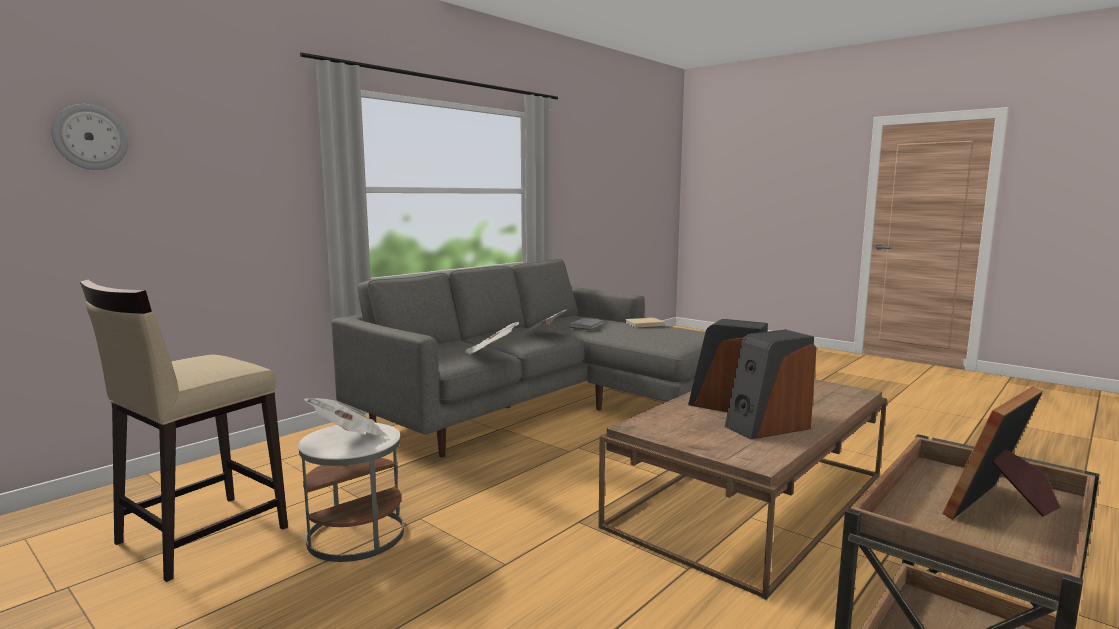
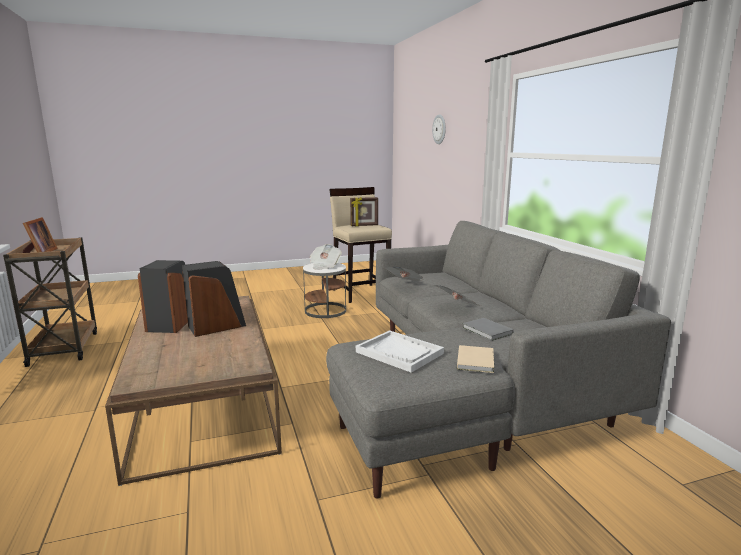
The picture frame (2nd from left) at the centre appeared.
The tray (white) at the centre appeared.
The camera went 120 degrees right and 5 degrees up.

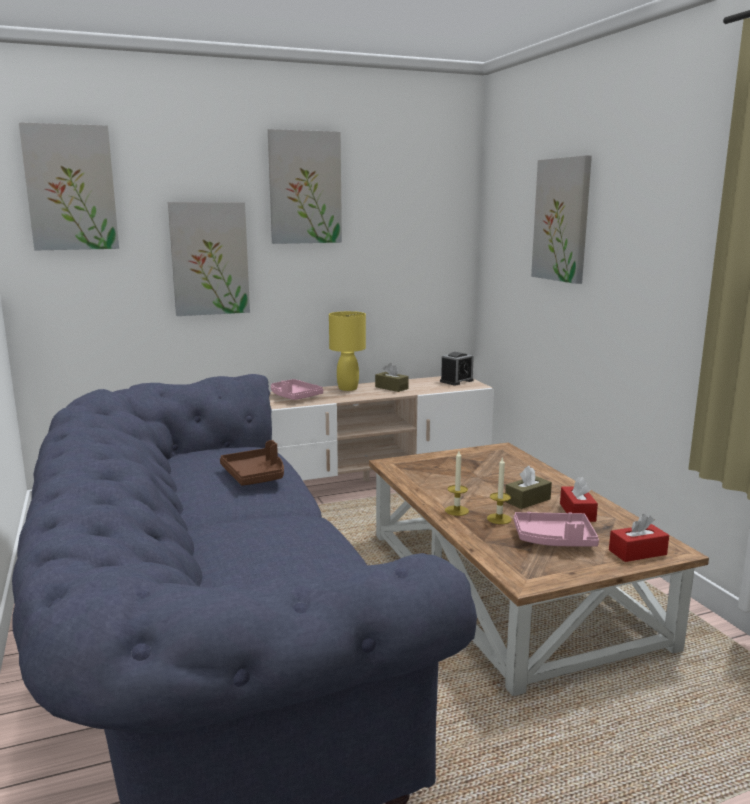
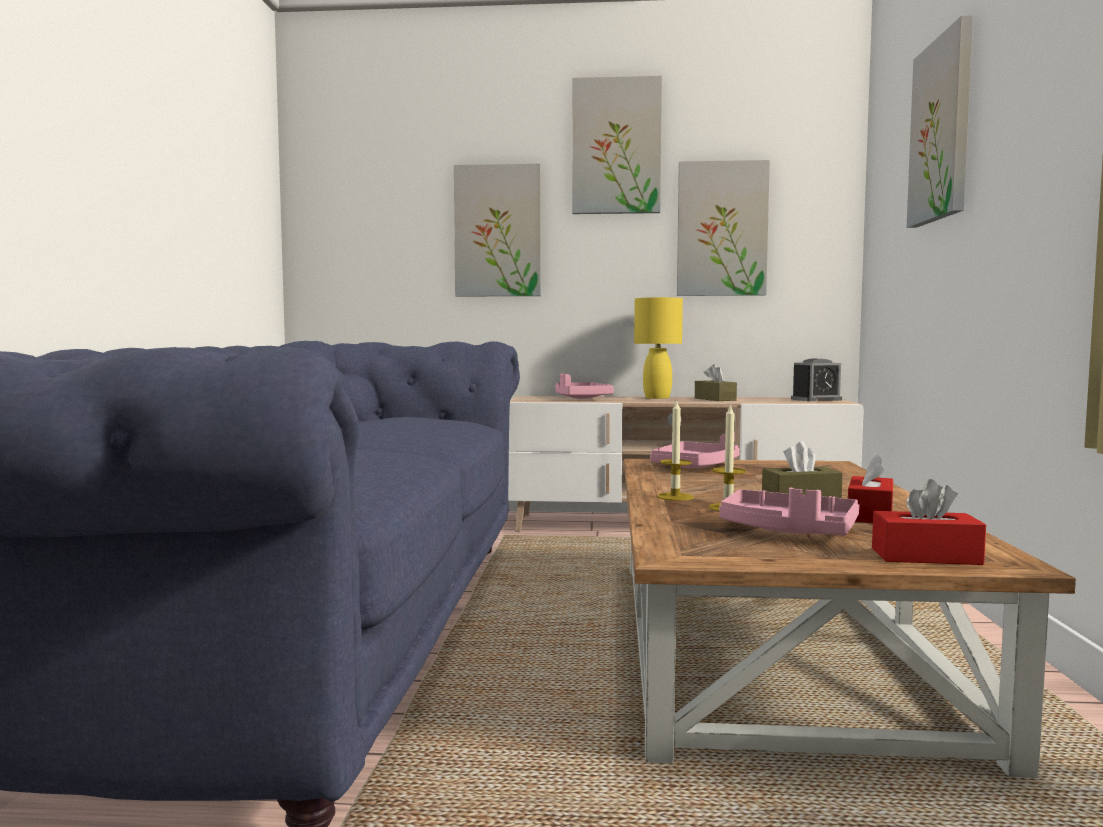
The picture (1st from left in the first image) moved from the top left to the top centre.
The tray (brown) at the centre disappeared.
The tray (pink) (2nd from left) at the centre appeared.
The camera went 25 degrees right and 10 degrees down.

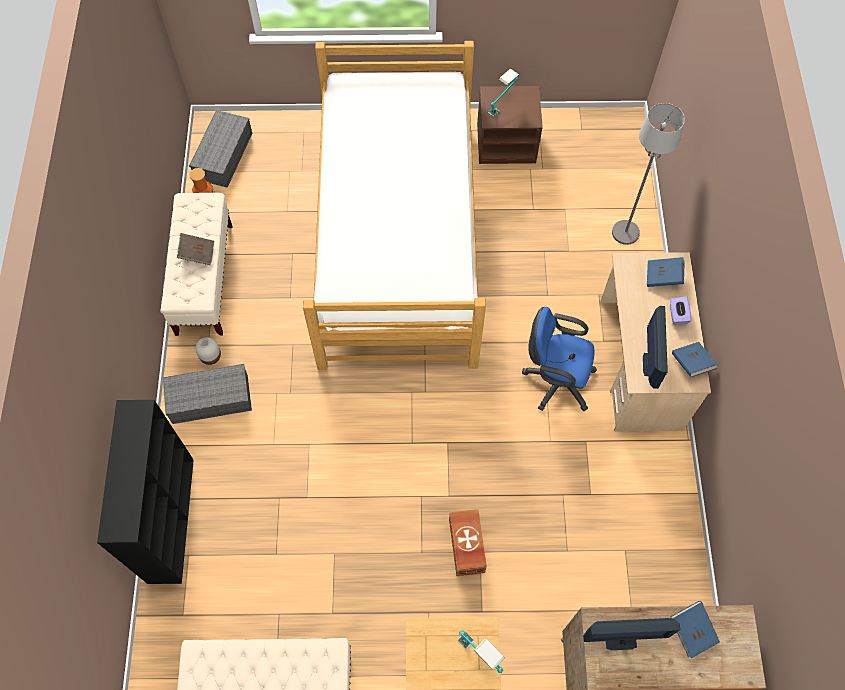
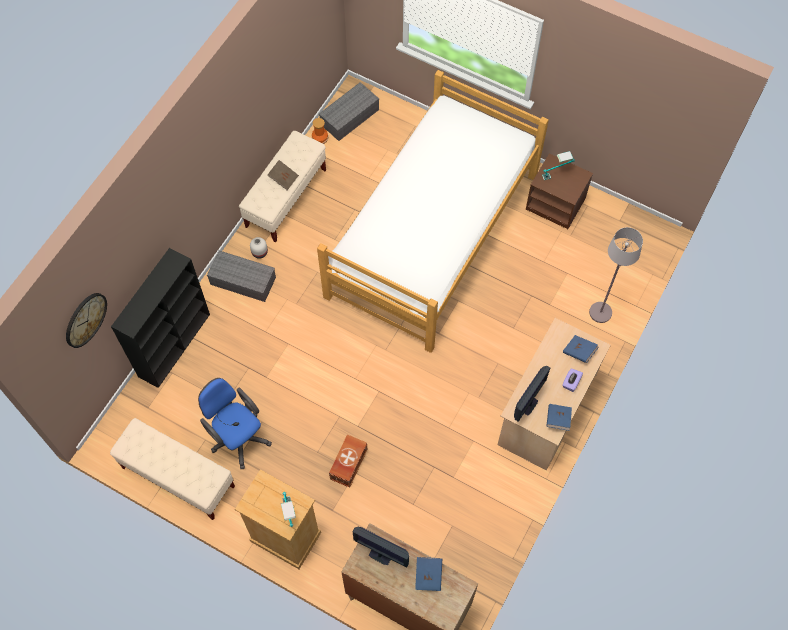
The office chair (blue) moved from the centre to the bottom left.
The wall clock at the middle left appeared.
The camera went 30 degrees right and 0 degrees up.

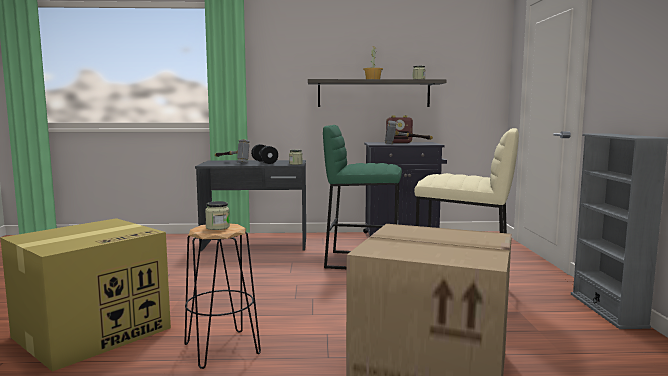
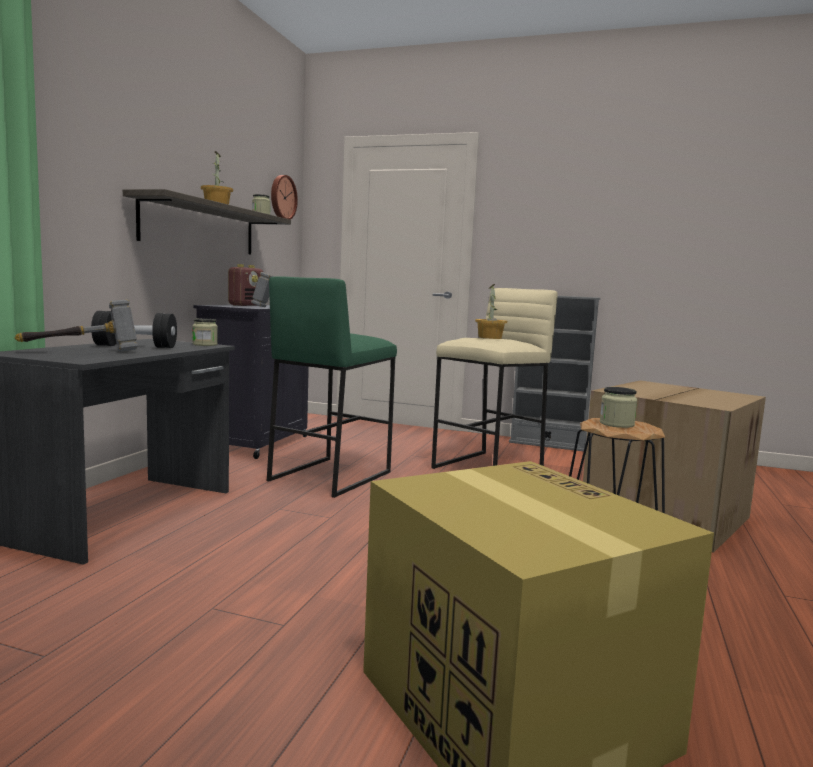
The wall clock at the top centre appeared.
The potted plant (2nd from left) at the centre appeared.
The camera went 70 degrees left and 0 degrees up.

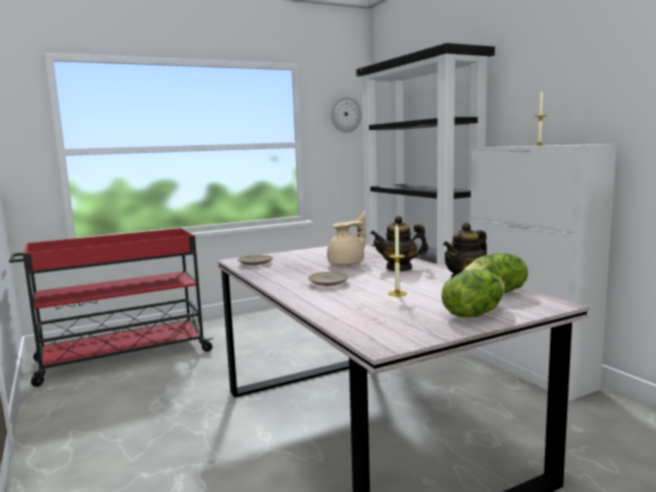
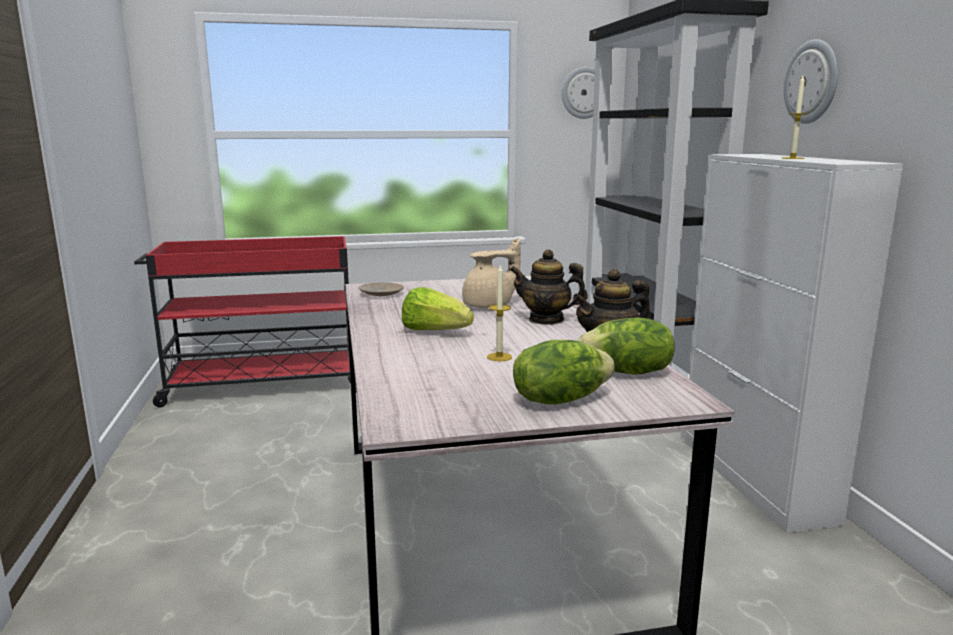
The plate (beige) (2nd from left) at the centre was replaced by the lettuce (1st from left) at the centre.
The wall clock (2nd from left) at the top right appeared.
The camera went 15 degrees right and 5 degrees up.

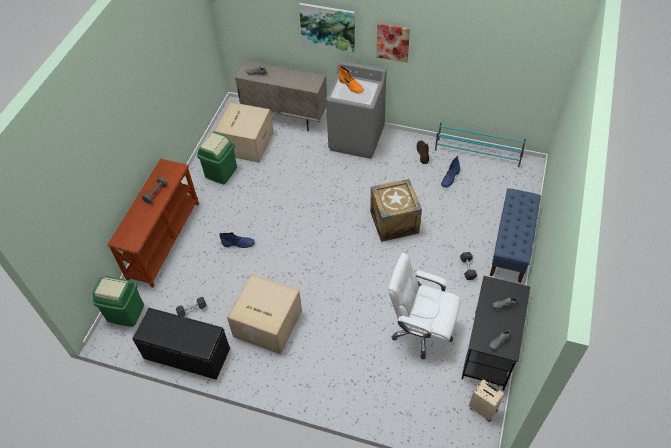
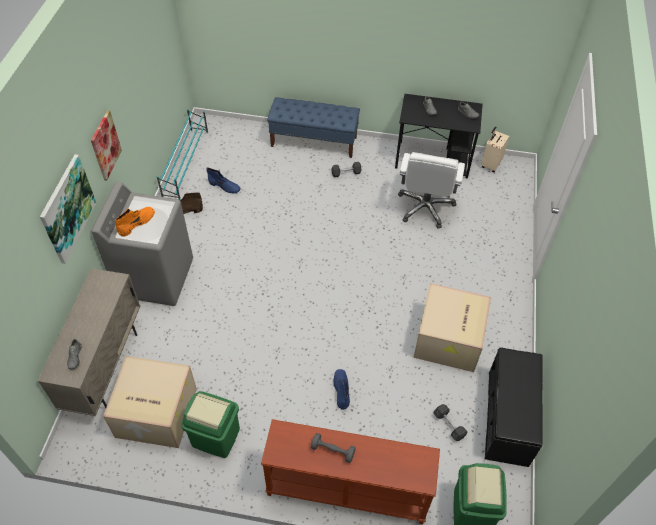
The crate at the centre disappeared.
The camera went 100 degrees left and 0 degrees up.

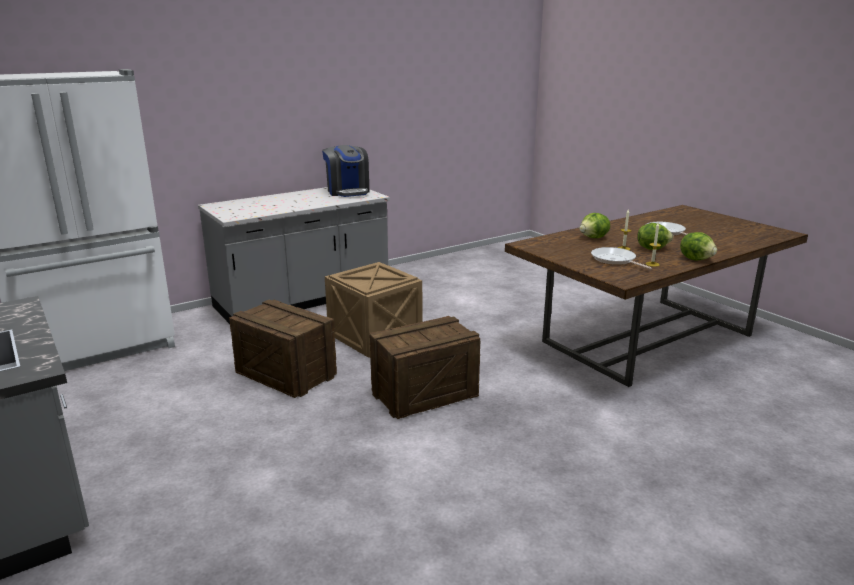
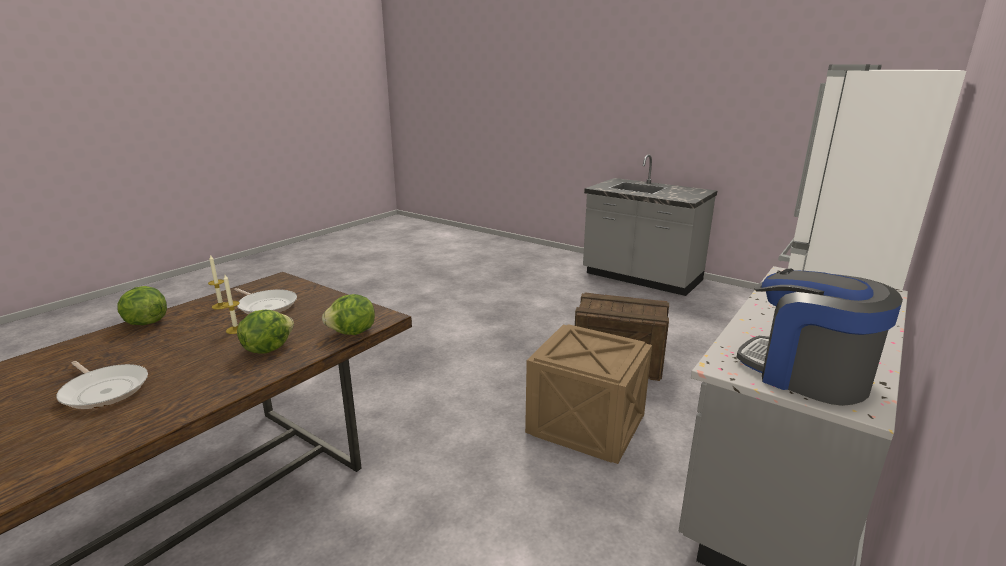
The crate (3rd from left) at the centre disappeared.
The lettuce (2nd from left in the first image) moved from the middle right to the centre.
The camera went 160 degrees right and 0 degrees up.

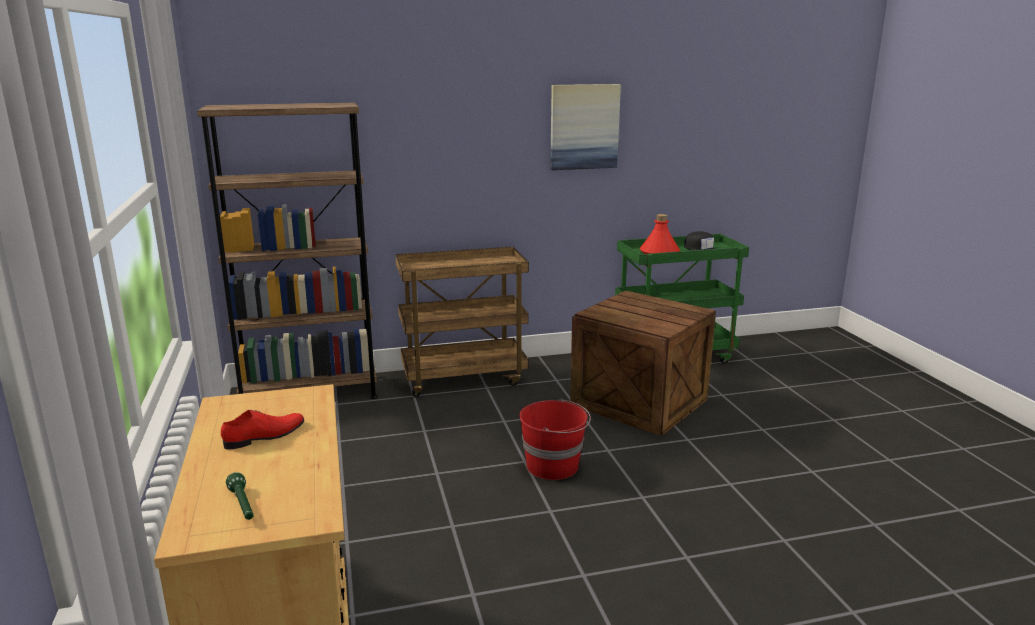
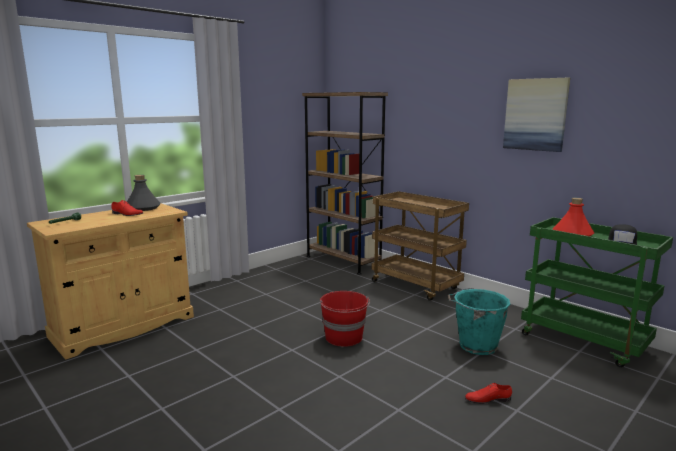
The crate at the centre was replaced by the bucket (turquoise) at the bottom right.
The bottle (grey) at the middle left appeared.
The shoe (red) (2nd from left) at the bottom right appeared.
The camera went 60 degrees right and 5 degrees down.

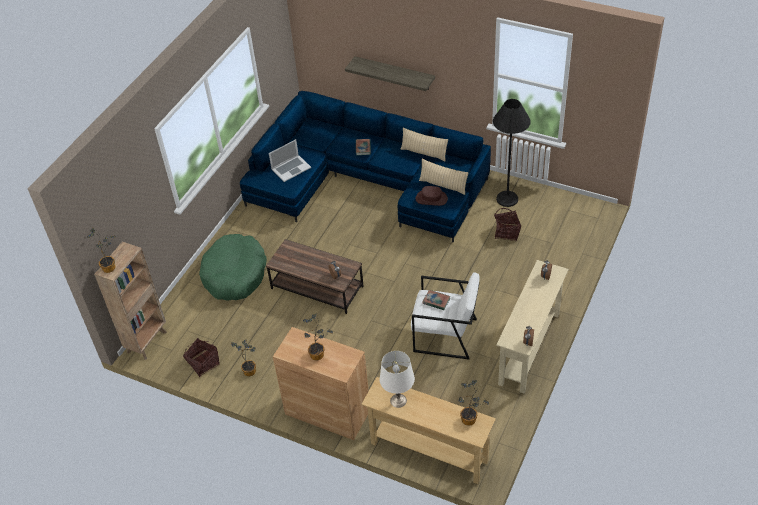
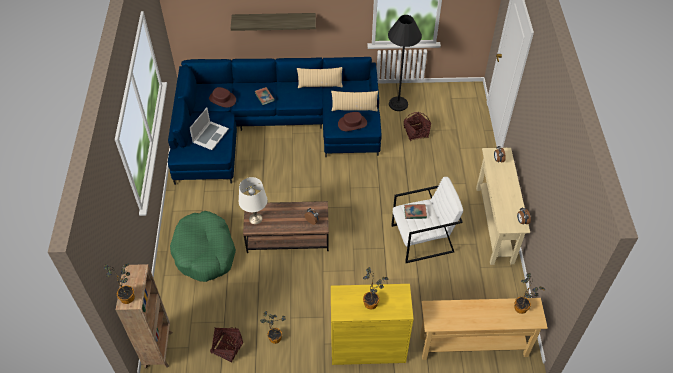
The cabinet (brown) at the bottom centre became the cabinet (yellow) at the bottom centre.
The table lamp (white) moved from the bottom centre to the centre.
The hat (brown) (1st from left) at the top left appeared.
The camera went 30 degrees left and 5 degrees up.

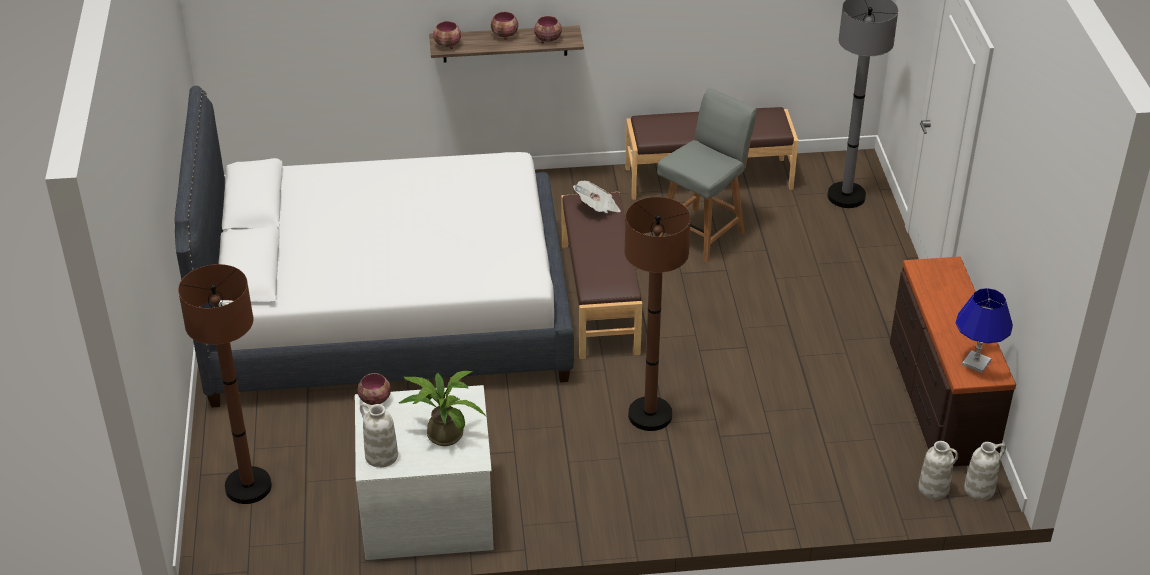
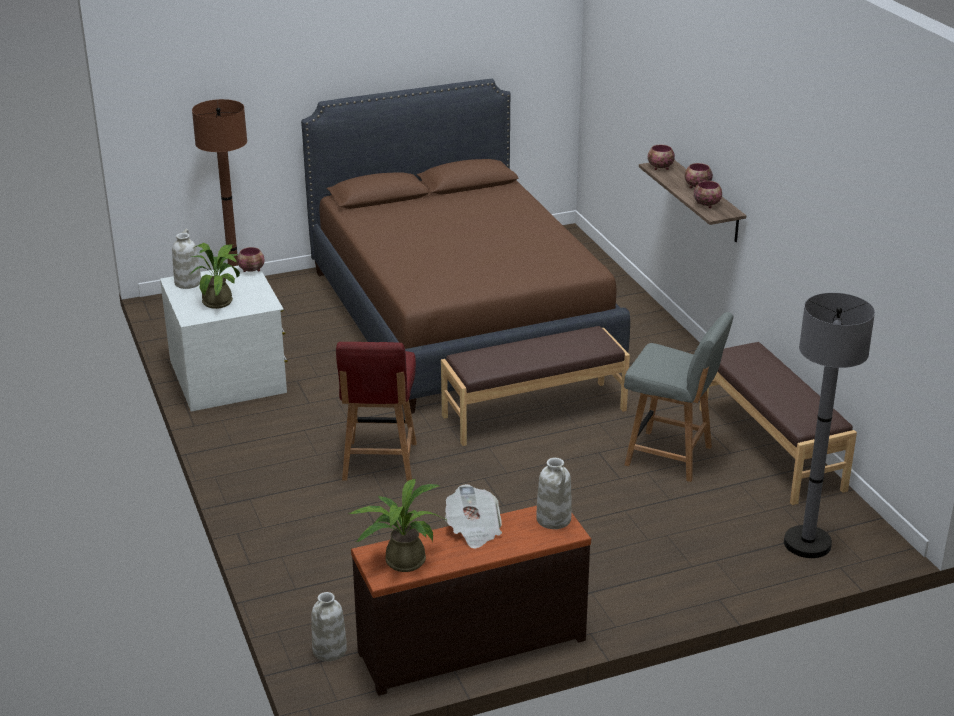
The bed (white) at the middle left became the bed (brown) at the centre.
The newspaper moved from the centre to the bottom centre.
The floor lamp (brown) (2nd from left) at the centre was replaced by the chair (red) at the centre.
The table lamp (blue) at the middle right was replaced by the potted plant (2nd from left) at the bottom centre.
The vase (white) (3rd from left) moved from the bottom right to the bottom centre.
The camera went 75 degrees right and 10 degrees down.

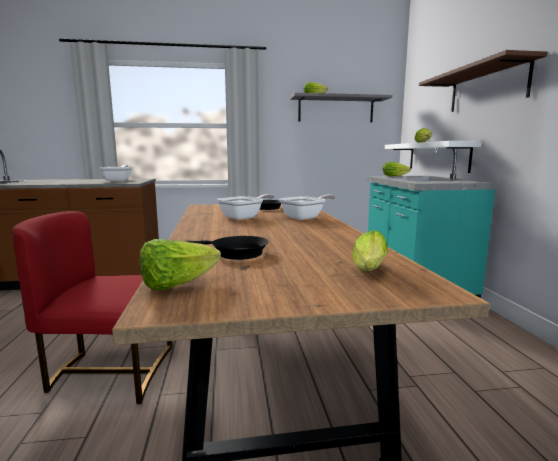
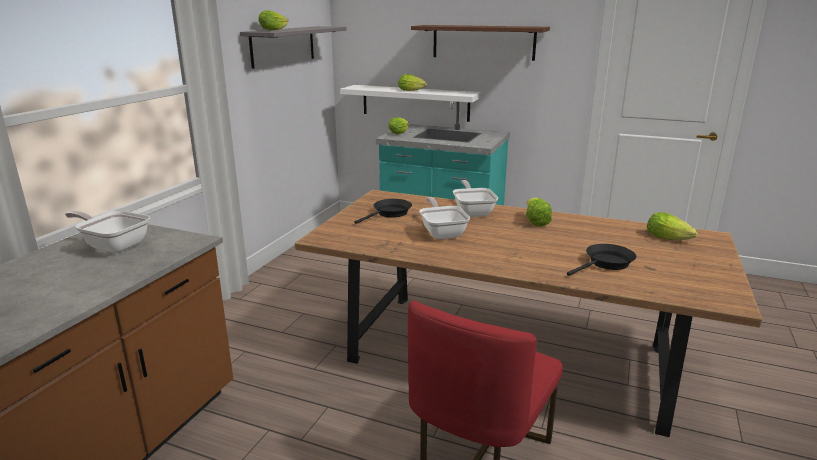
The lettuce (1st from left in the first image) moved from the middle left to the centre.
The camera went 60 degrees left and 10 degrees up.

